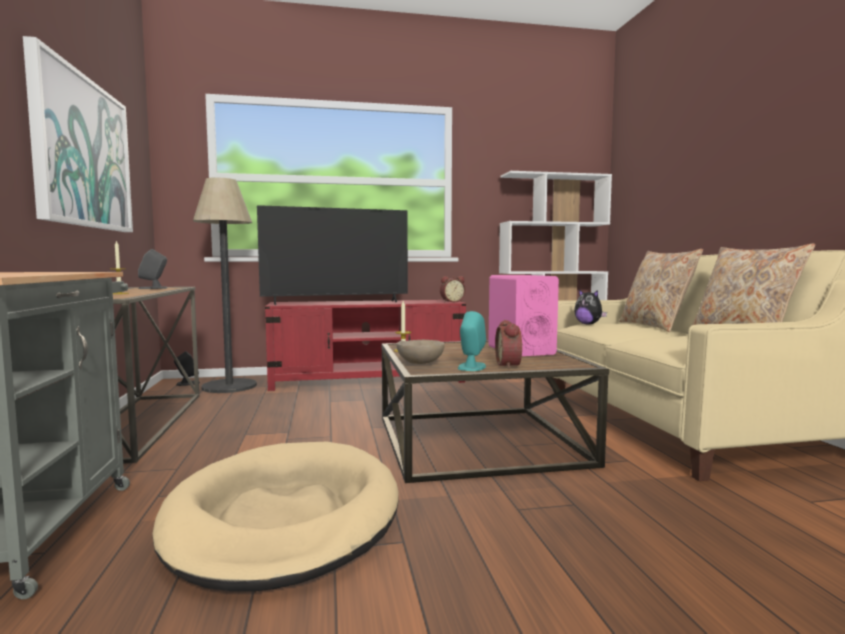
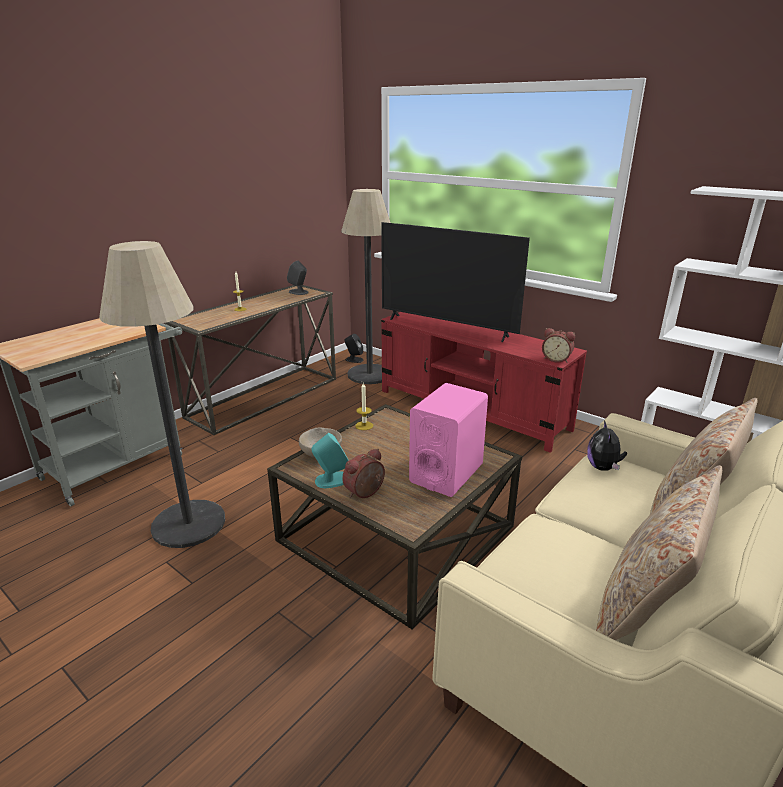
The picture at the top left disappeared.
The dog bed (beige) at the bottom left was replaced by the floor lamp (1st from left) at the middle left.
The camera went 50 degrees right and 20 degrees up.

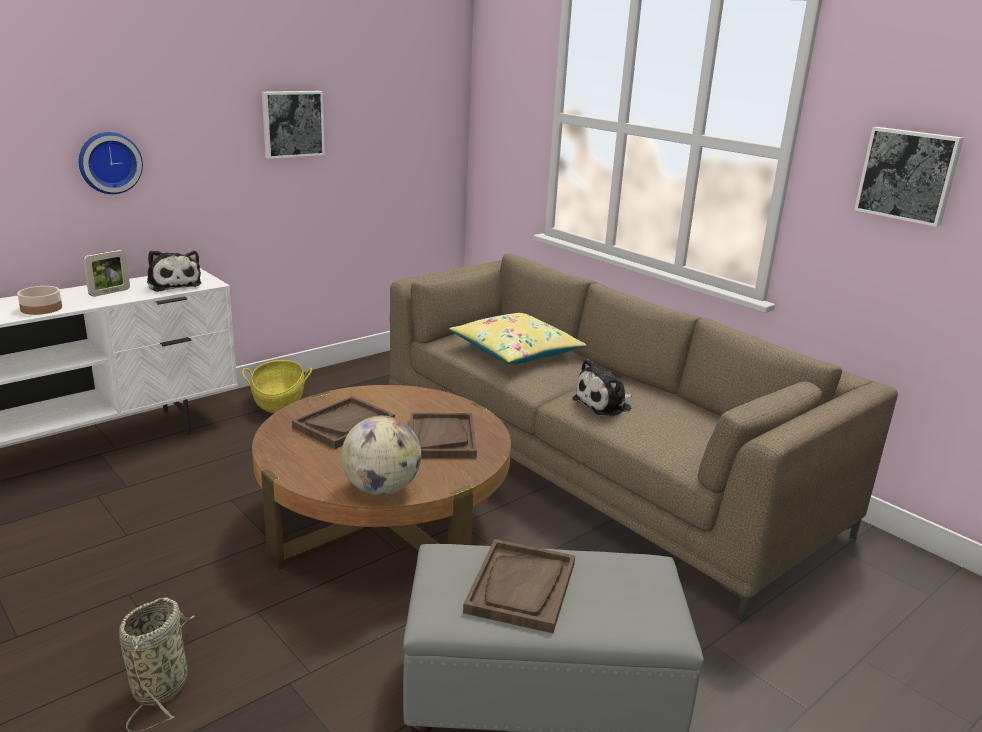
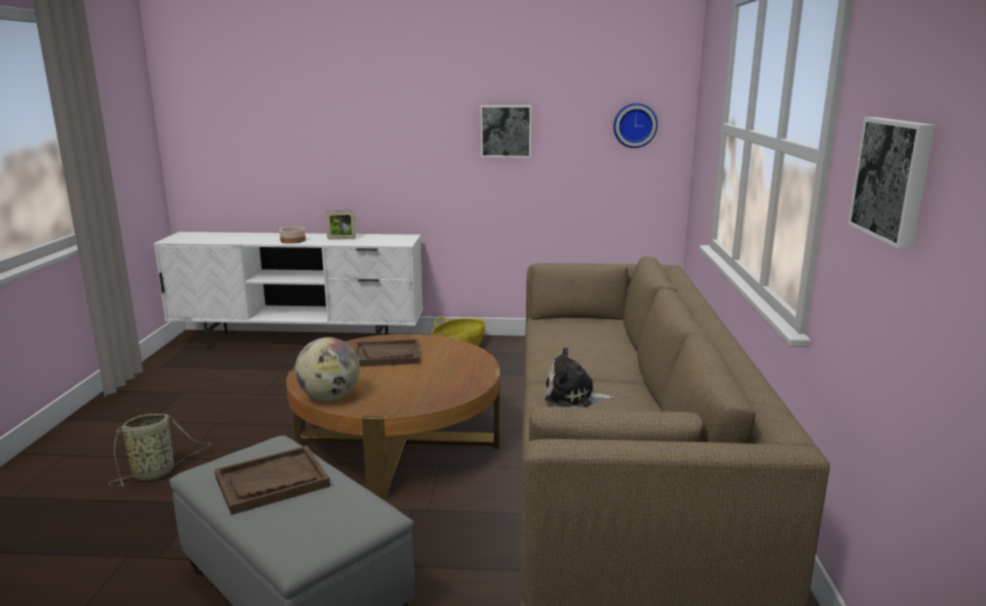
The wall clock moved from the top left to the top centre.
The plush toy (1st from left) at the middle left disappeared.
The tray (brown) (2nd from left) at the centre disappeared.
The pillow (yellow) at the centre disappeared.
The camera went 45 degrees right and 5 degrees down.

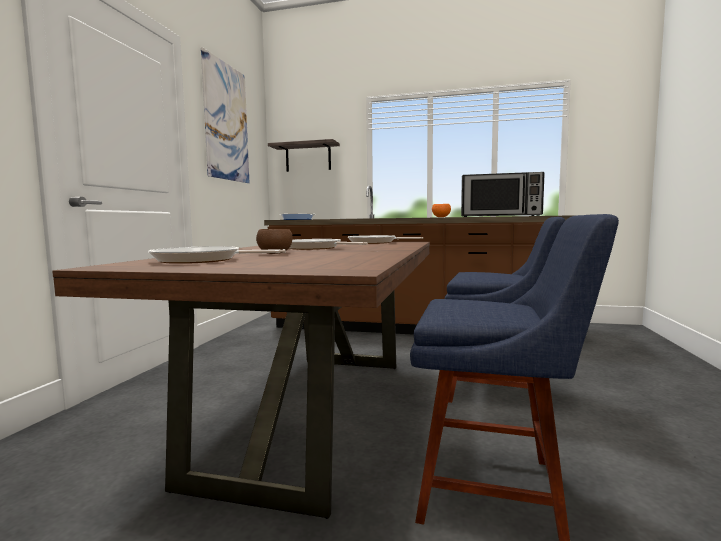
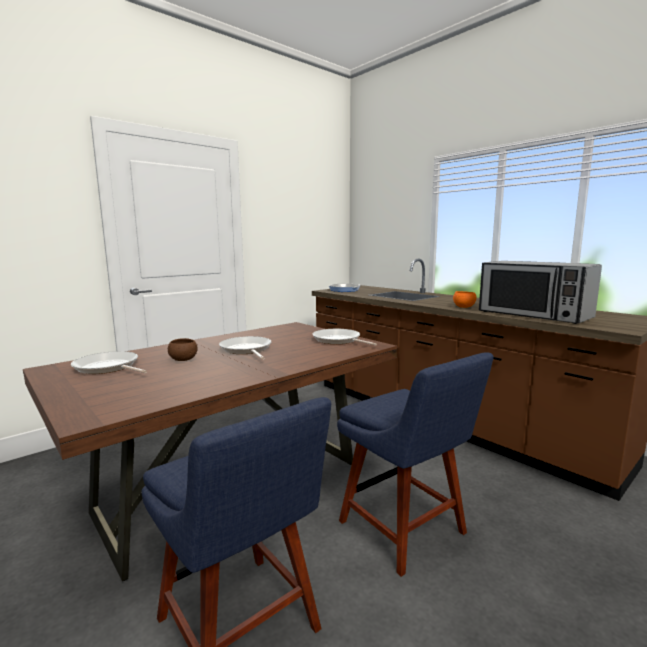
The picture at the top left disappeared.
The shelf at the top centre disappeared.
The camera went 35 degrees right and 5 degrees up.

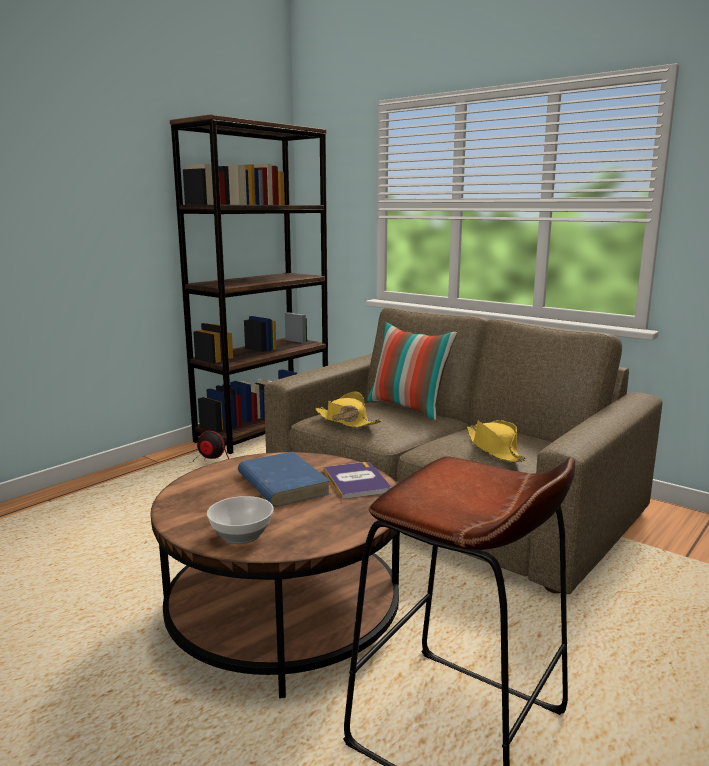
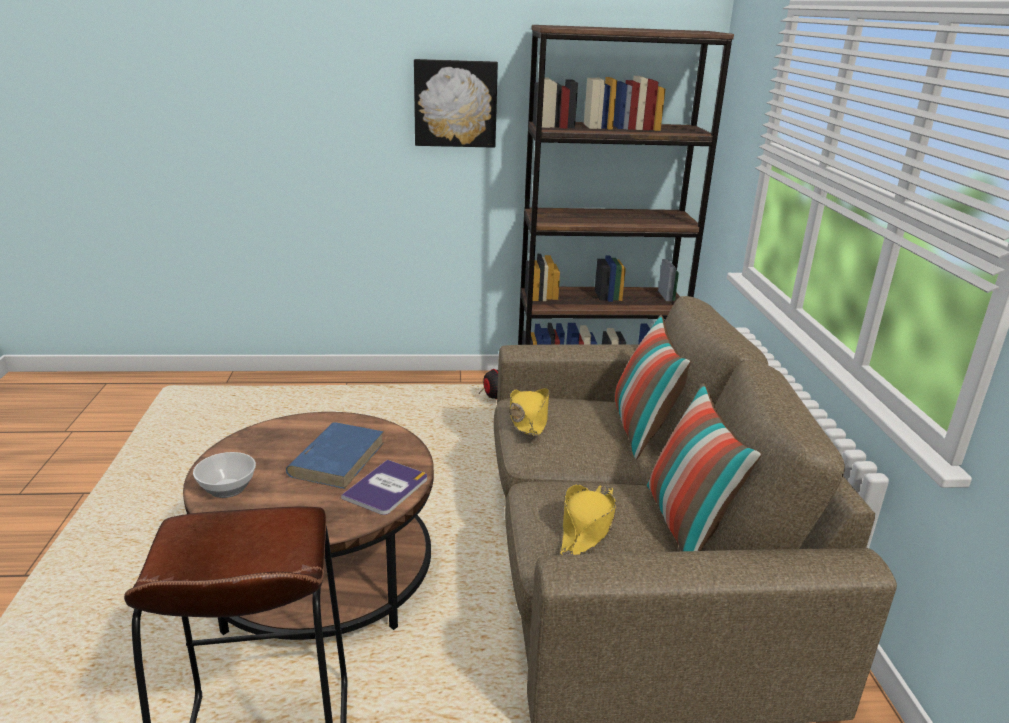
The picture at the top centre appeared.
The pillow (2nd from left) at the middle right appeared.
The camera went 45 degrees right and 10 degrees up.

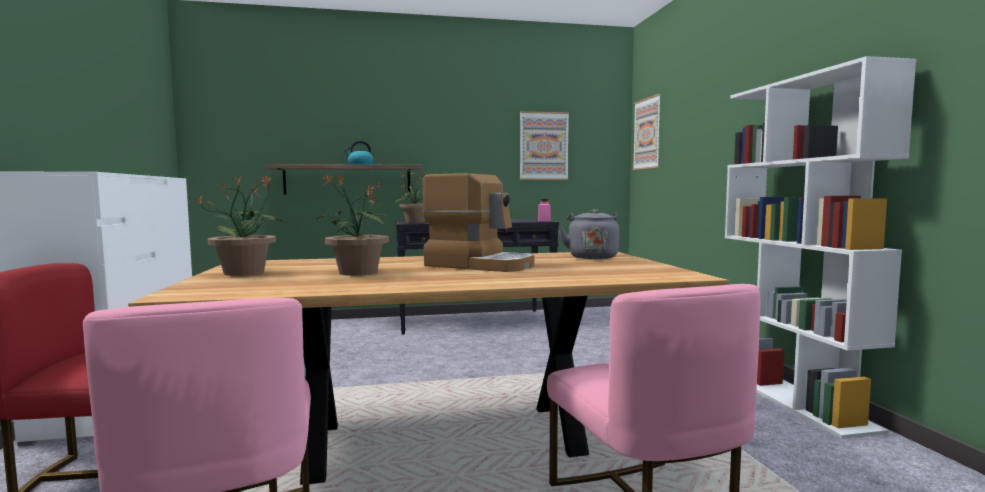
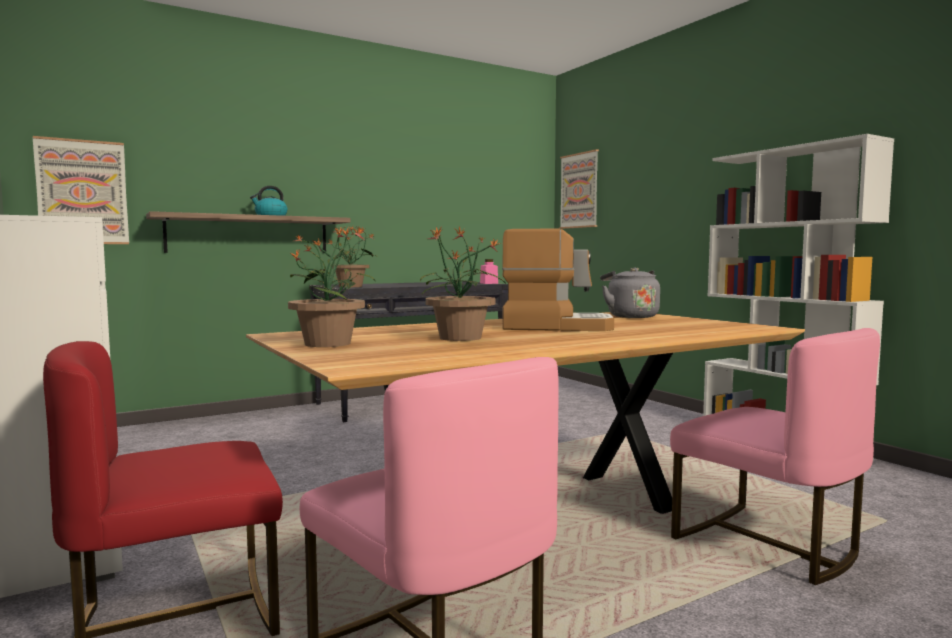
The picture (1st from left) moved from the top centre to the top left.
The camera went 20 degrees left and 0 degrees up.

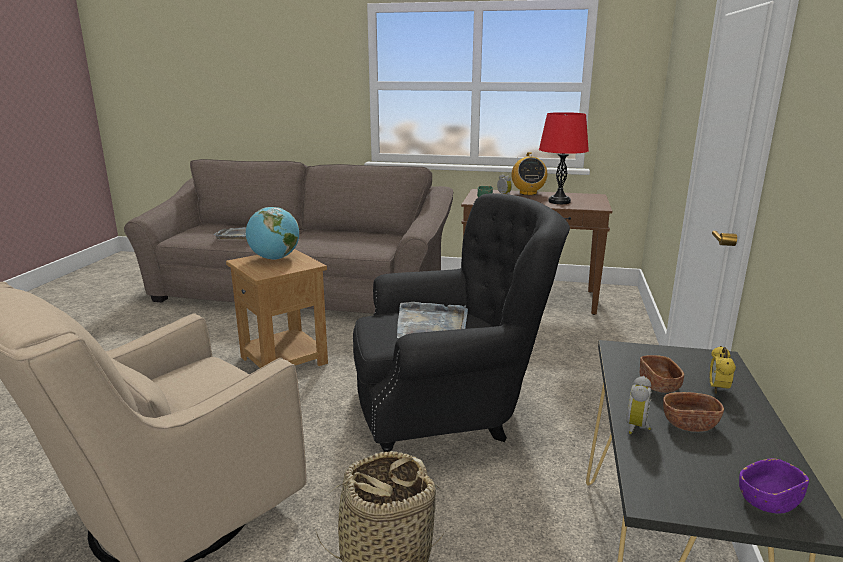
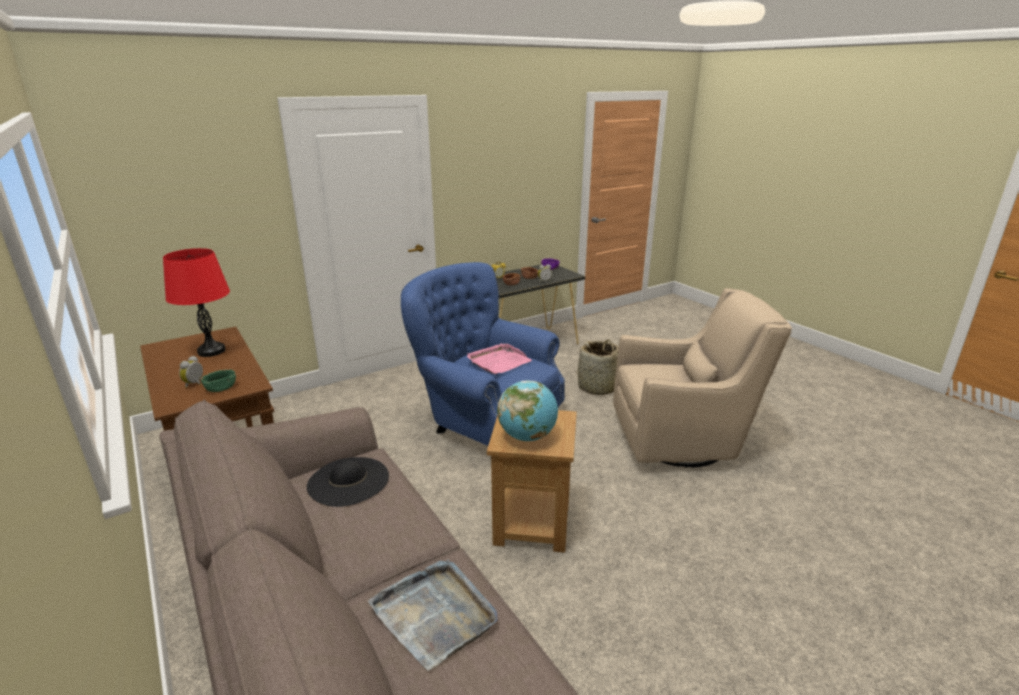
The armchair (black) at the centre became the armchair (blue) at the centre.
The tray (grey) (2nd from left) at the centre became the tray (pink) at the centre.
The radio at the top centre disappeared.
The hat (black) at the bottom centre appeared.
The camera went 135 degrees left and 5 degrees up.

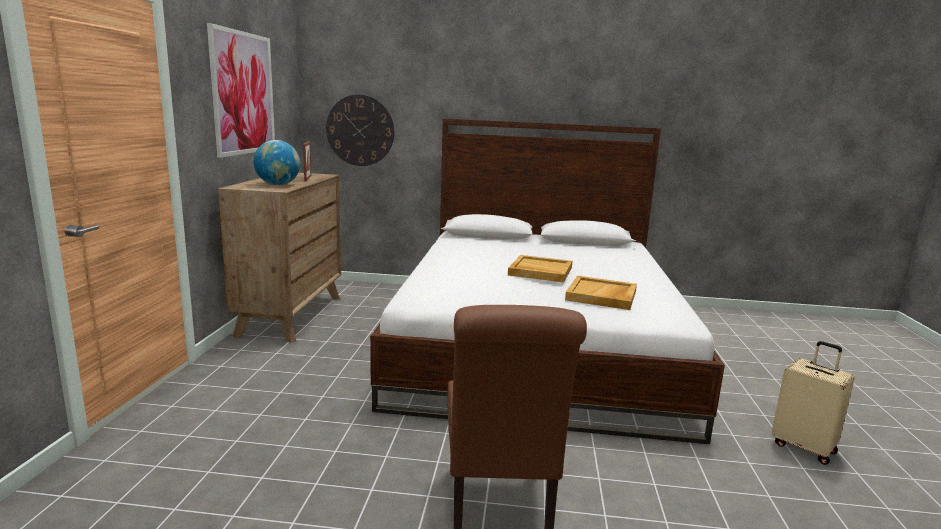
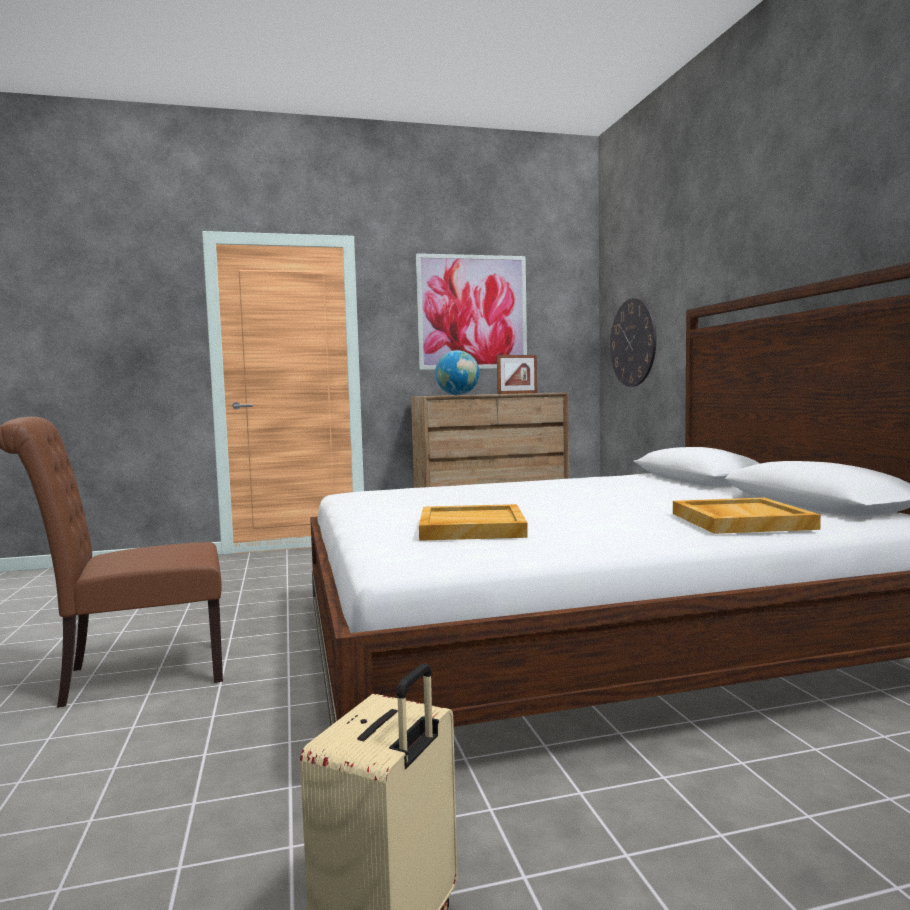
The tray (beige) (1st from left in the first image) moved from the centre to the middle right.
The camera went 70 degrees right and 10 degrees down.

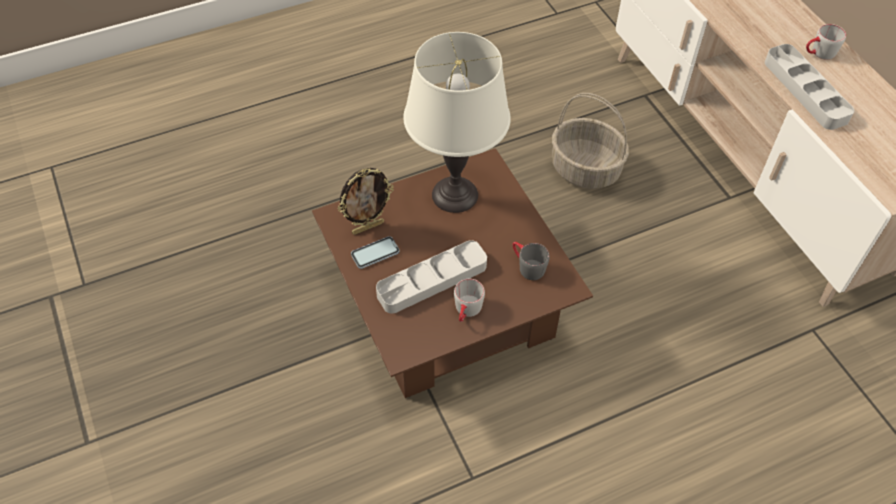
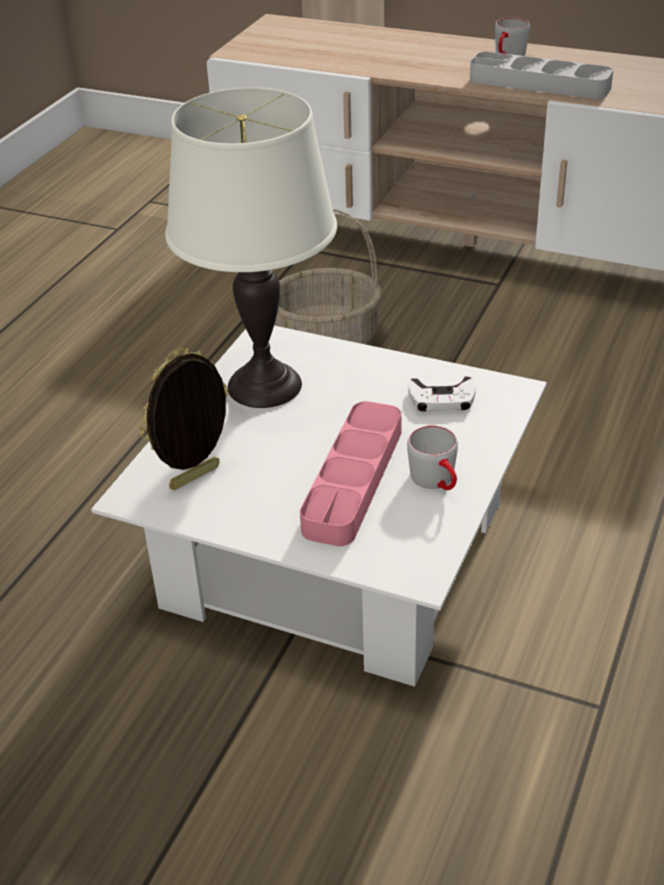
The coffee table (brown) at the centre became the coffee table (white) at the centre.
The picture frame at the centre turned 150 degrees counterclockwise.
The phone at the centre disappeared.
The tray (grey) (1st from left) at the centre became the tray (pink) at the centre.
The mug (grey) (2nd from left) at the centre was replaced by the game controller (white) at the centre.
The camera went 40 degrees left and 15 degrees down.

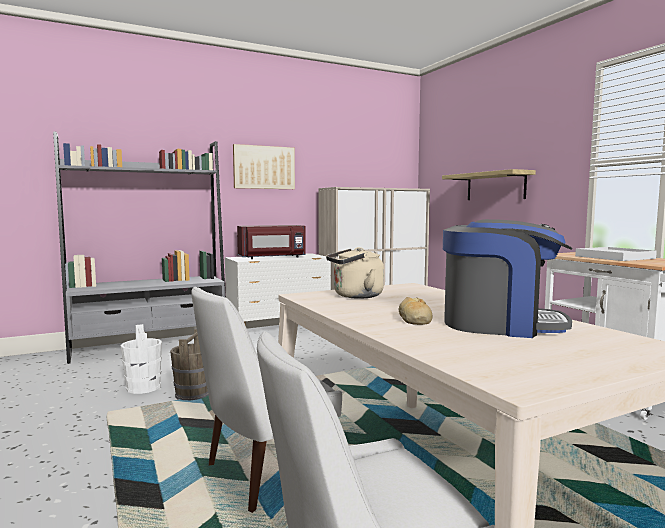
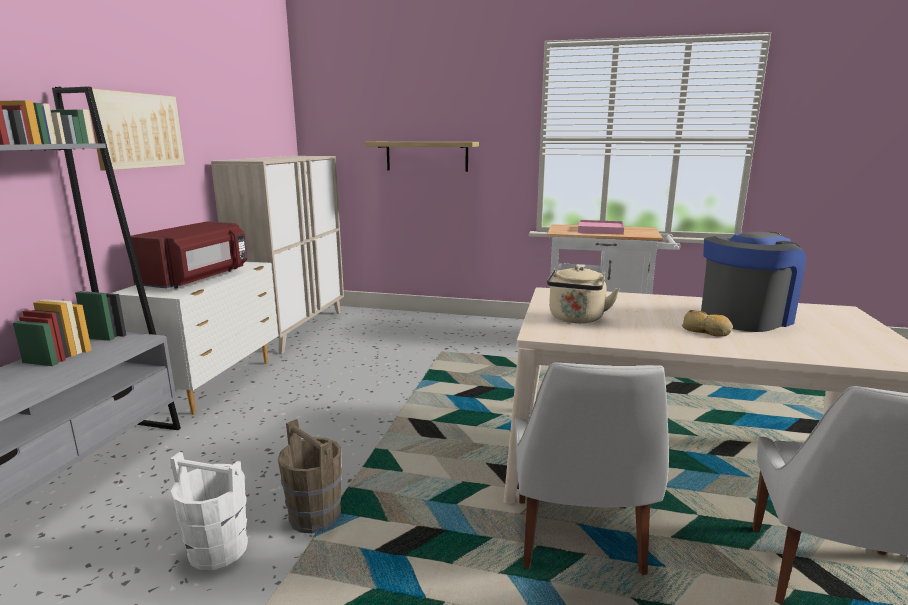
The tray (white) at the middle right became the tray (pink) at the centre.
The camera went 50 degrees left and 10 degrees up.

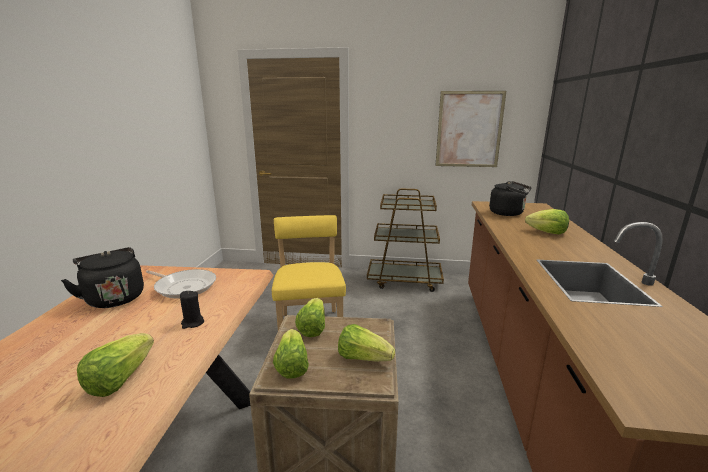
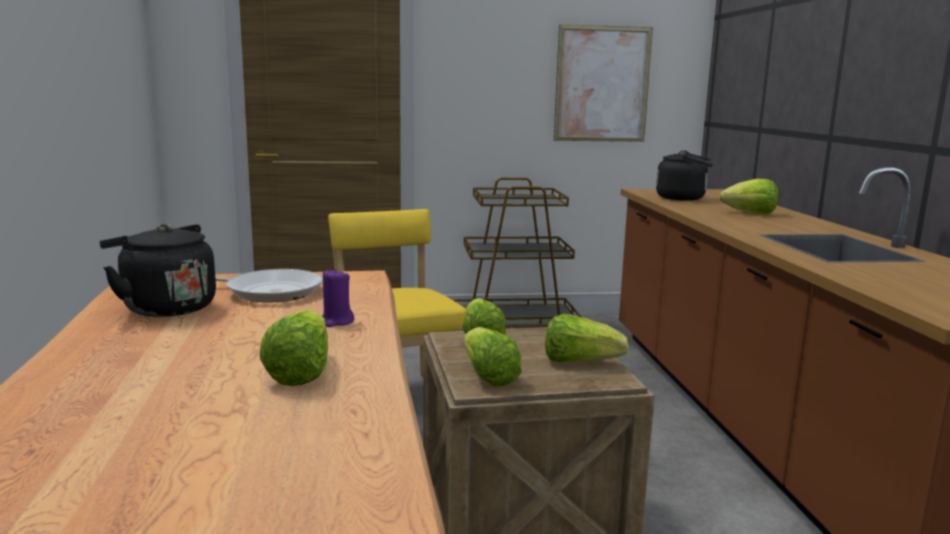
The candle (black) at the middle left became the candle (purple) at the centre.
The camera went 15 degrees left and 5 degrees down.

